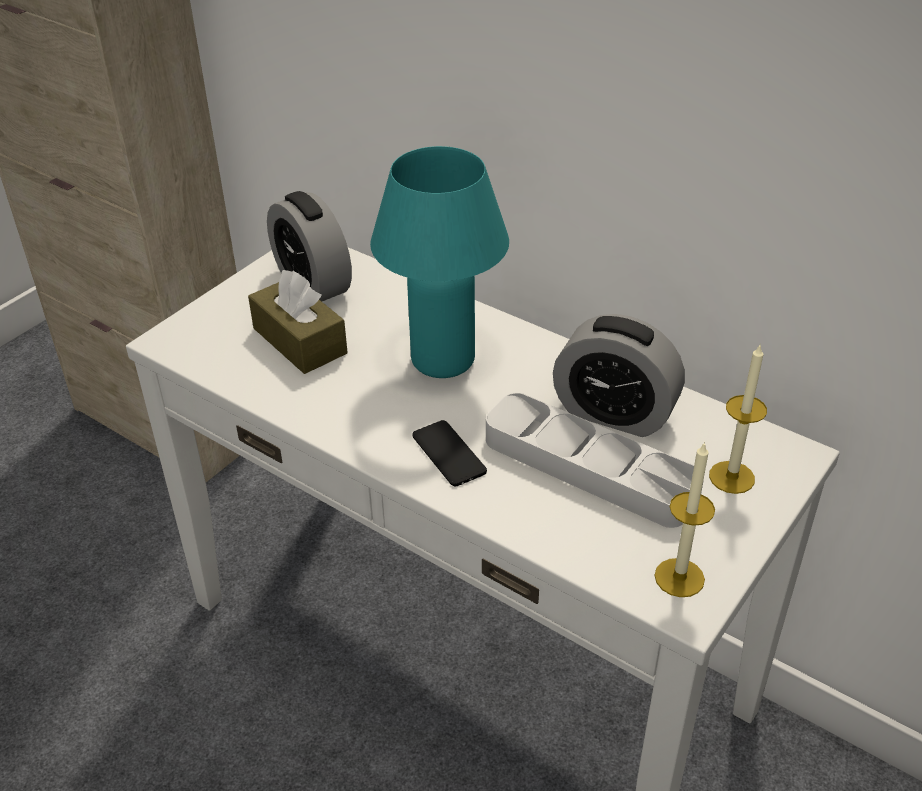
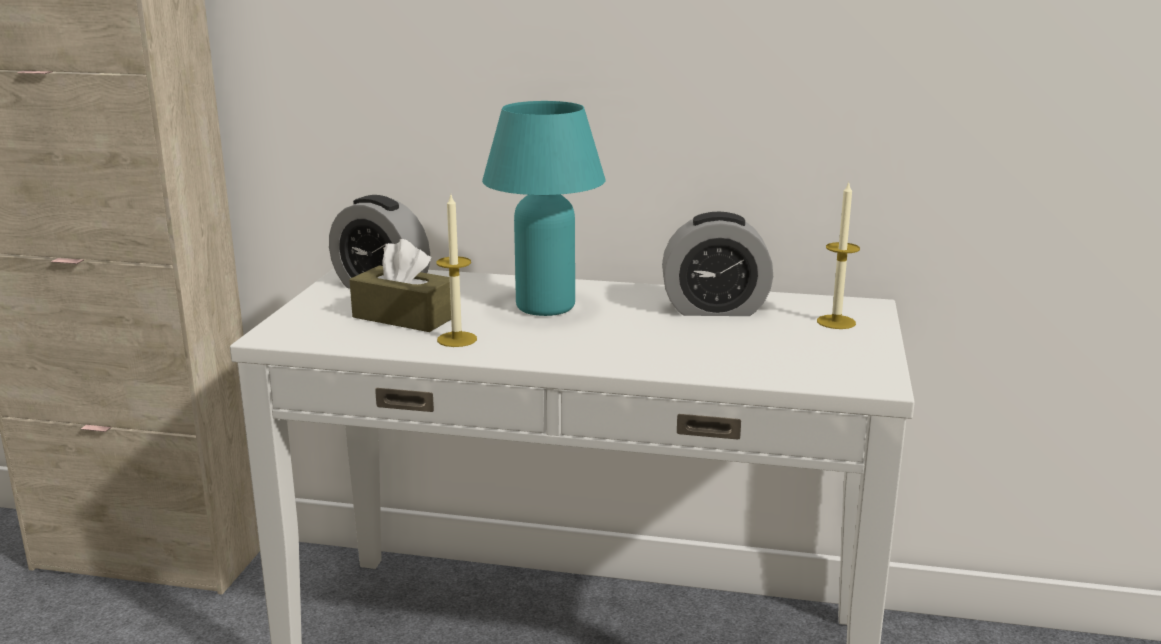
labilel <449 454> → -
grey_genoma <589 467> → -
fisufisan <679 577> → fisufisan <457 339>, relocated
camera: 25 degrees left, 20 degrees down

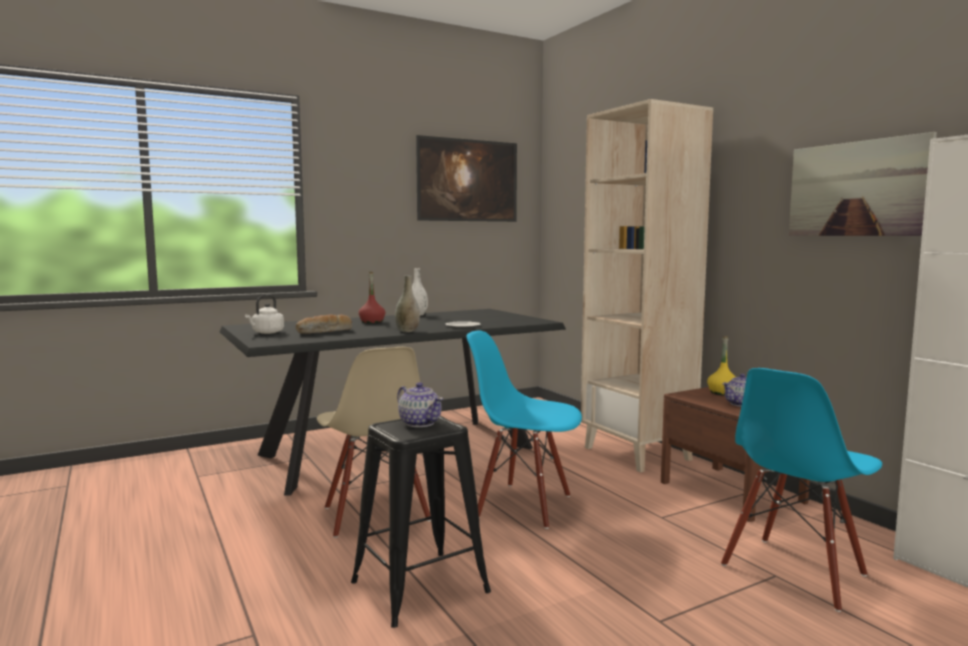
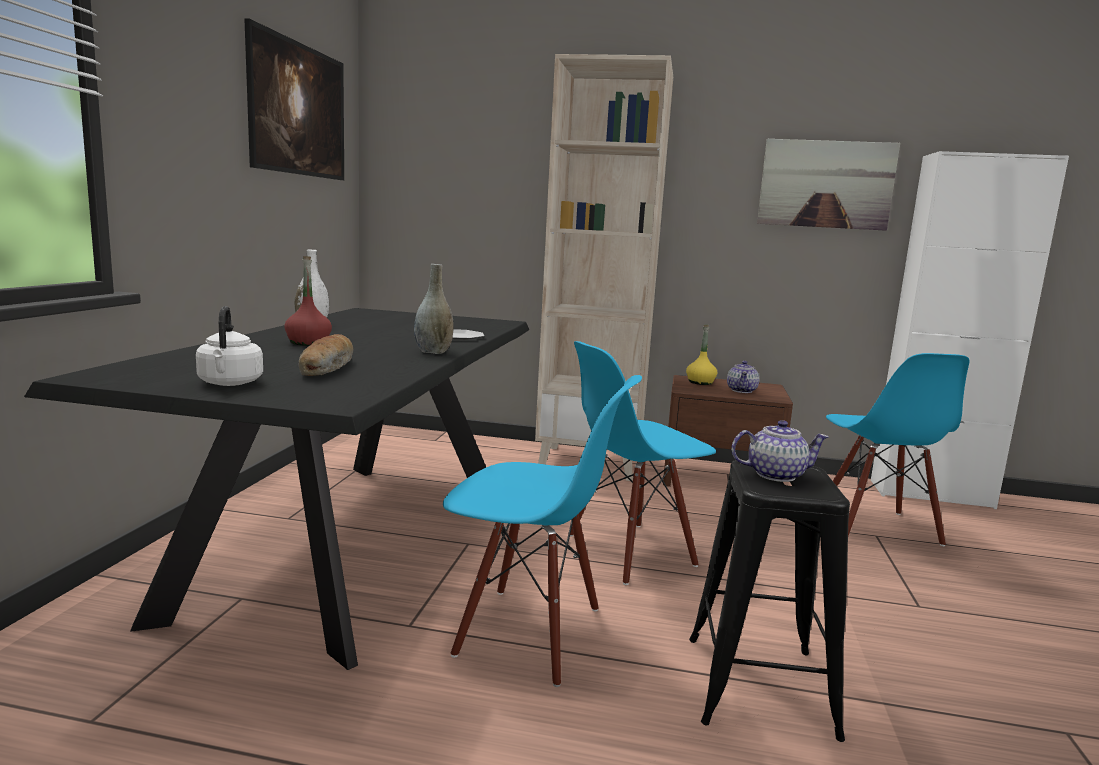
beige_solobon <375 514> → blue_solobon <529 633>
camera: 50 degrees left, 5 degrees up

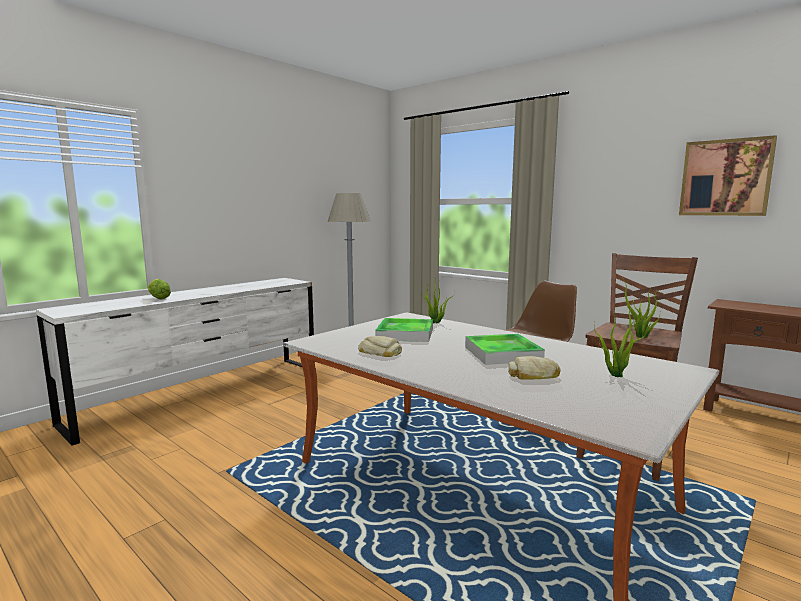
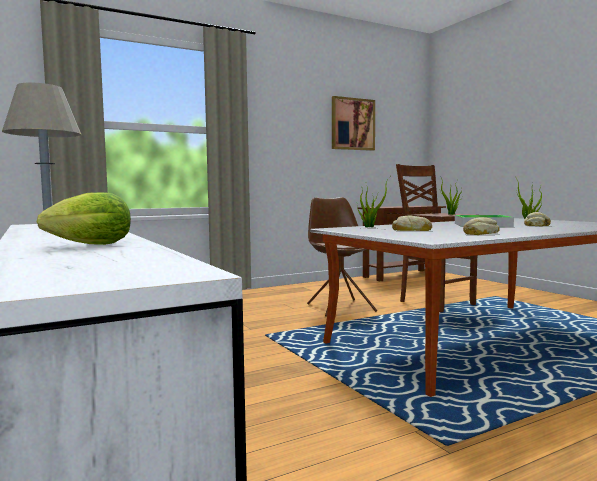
genoma <405 334> → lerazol <412 230>
camera: 70 degrees left, 5 degrees down

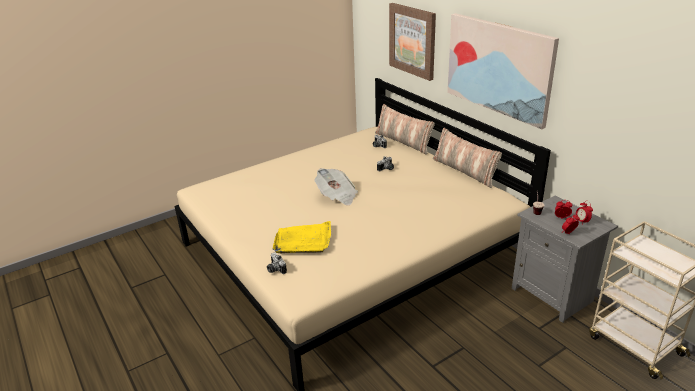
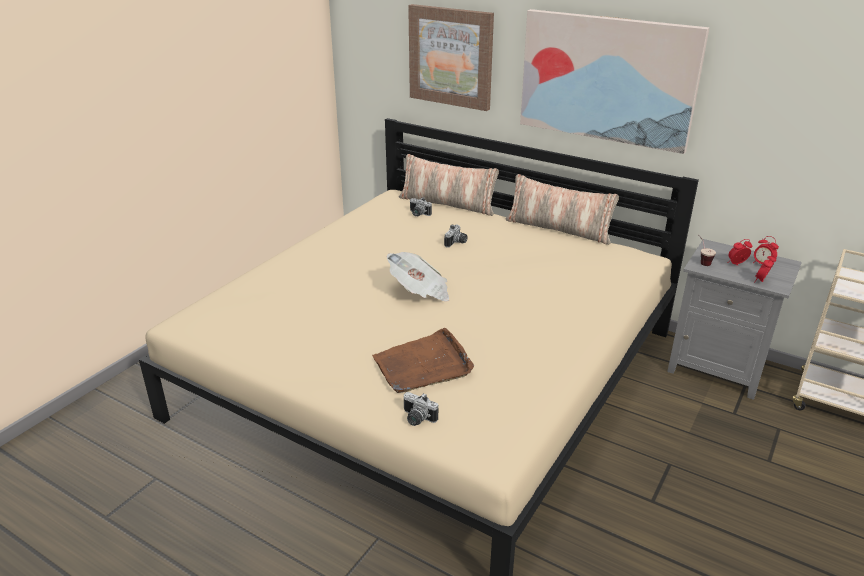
yellow_genoma <303 240> → brown_genoma <423 365>
camera: 25 degrees left, 0 degrees up

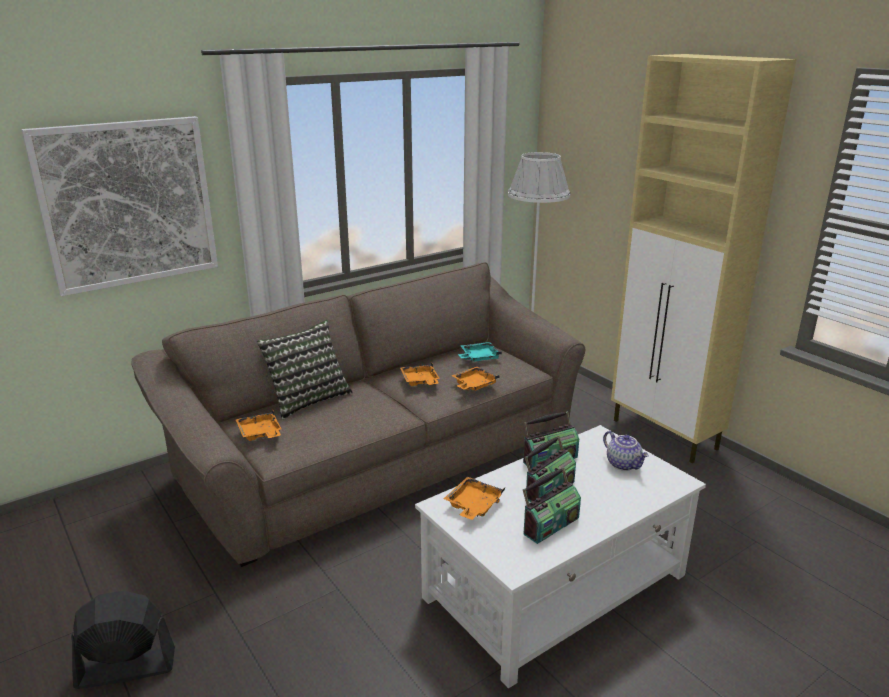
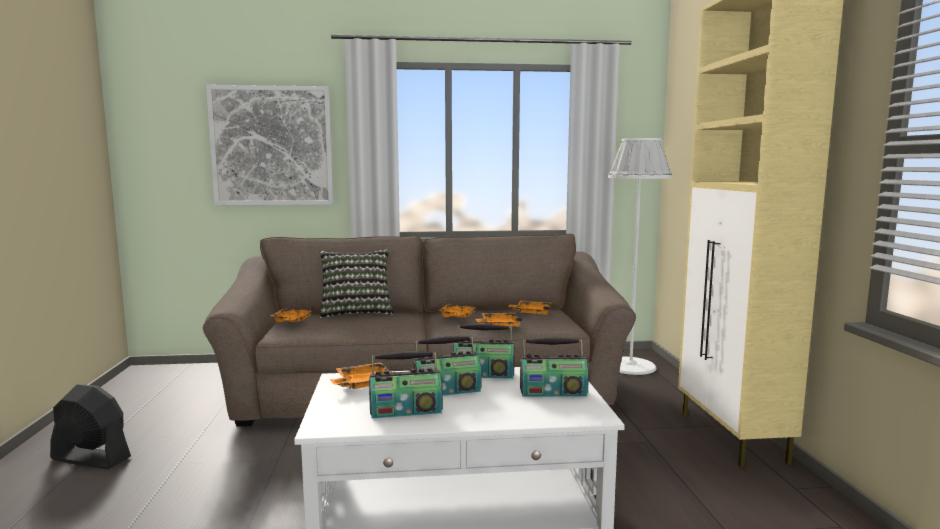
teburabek <624 464> → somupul <553 392>
turquoise_genoma <478 357> → orange_genoma <532 313>
camera: 30 degrees right, 15 degrees down

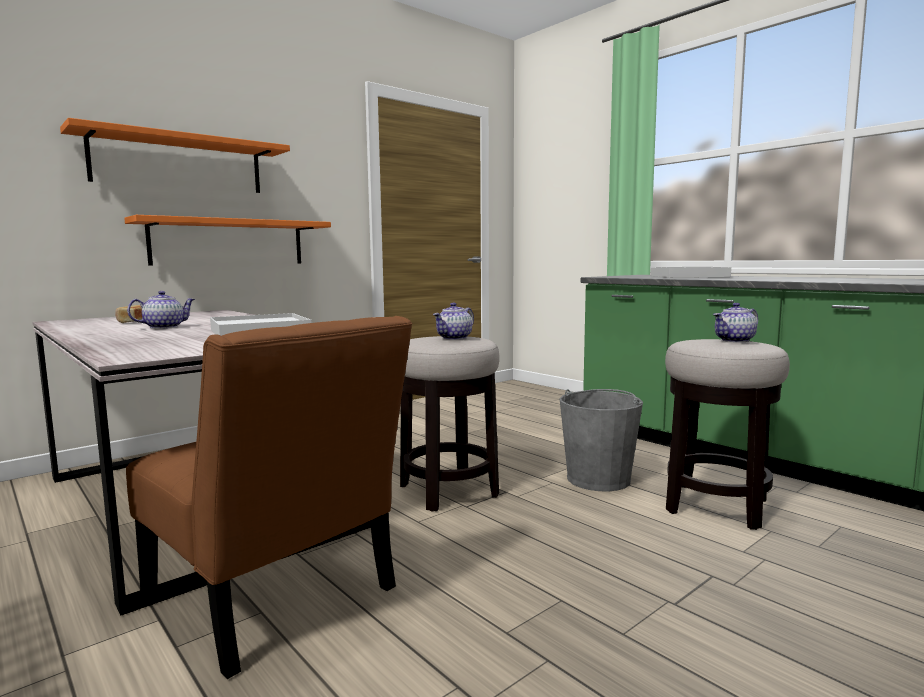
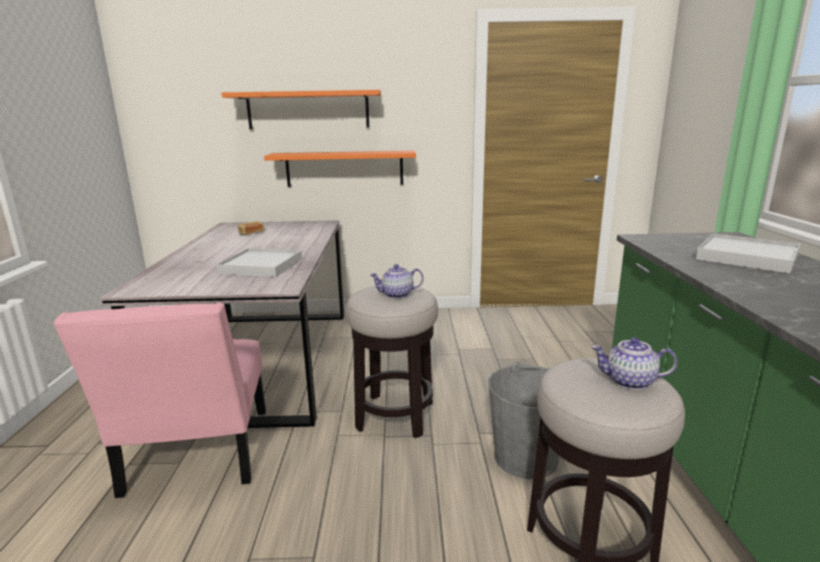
teburabek <164 327> → -
brown_solobon <276 598> → pink_solobon <196 456>
camera: 40 degrees right, 10 degrees up

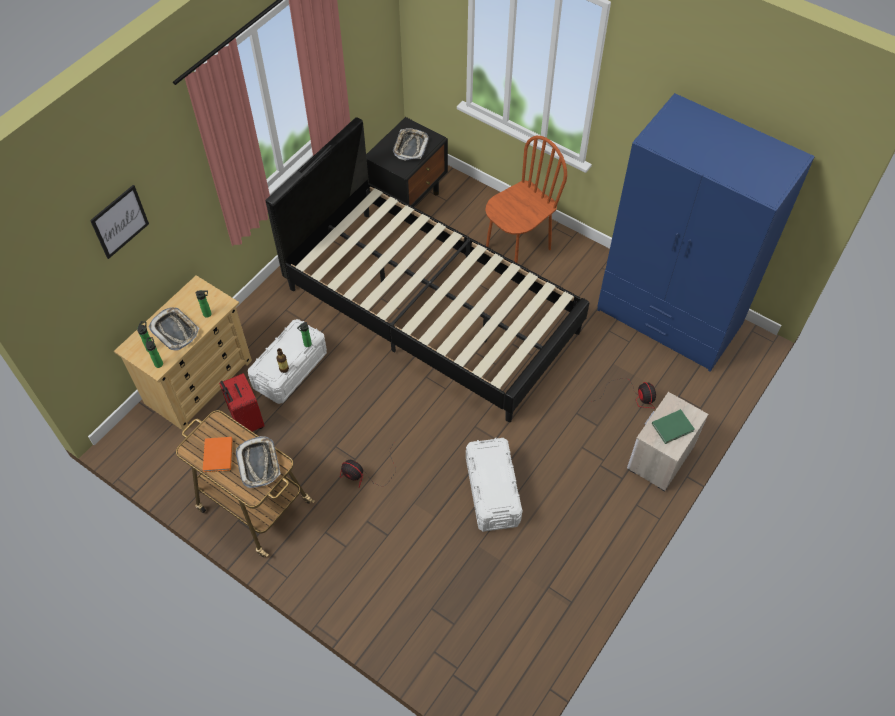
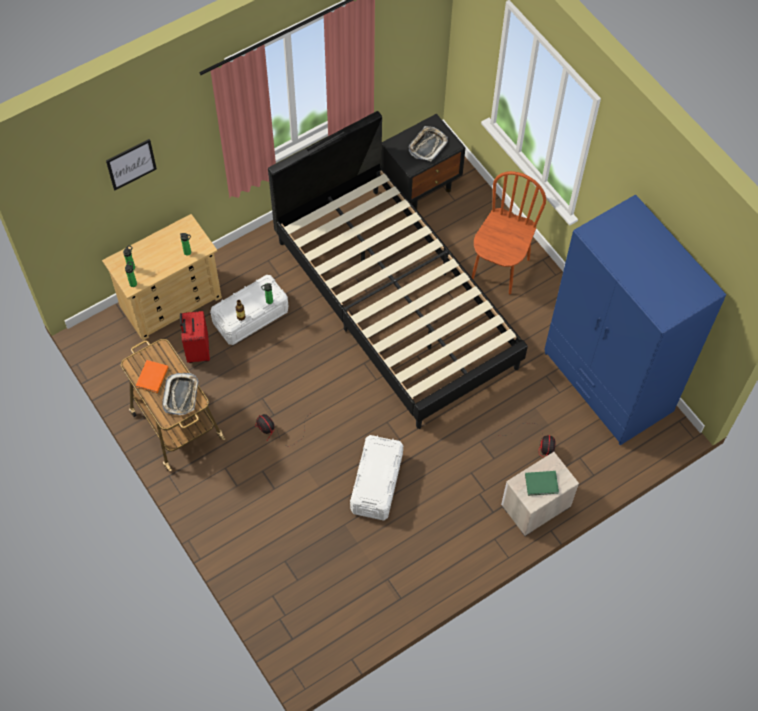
genoma <175 330> → -
brown_solobon <518 247> → brown_solobon <500 268>, 45 degrees counterclockwise
camera: 20 degrees right, 5 degrees up

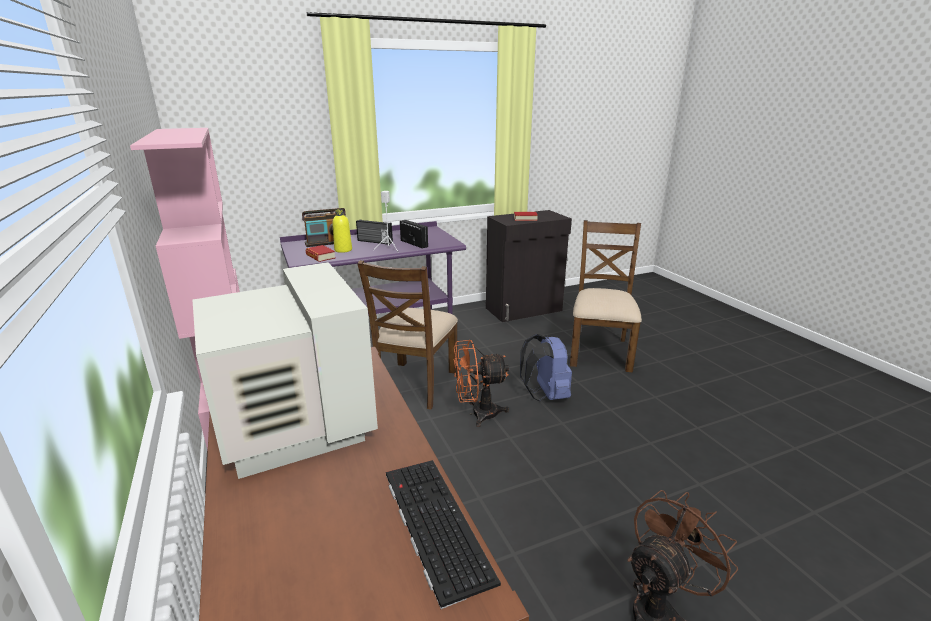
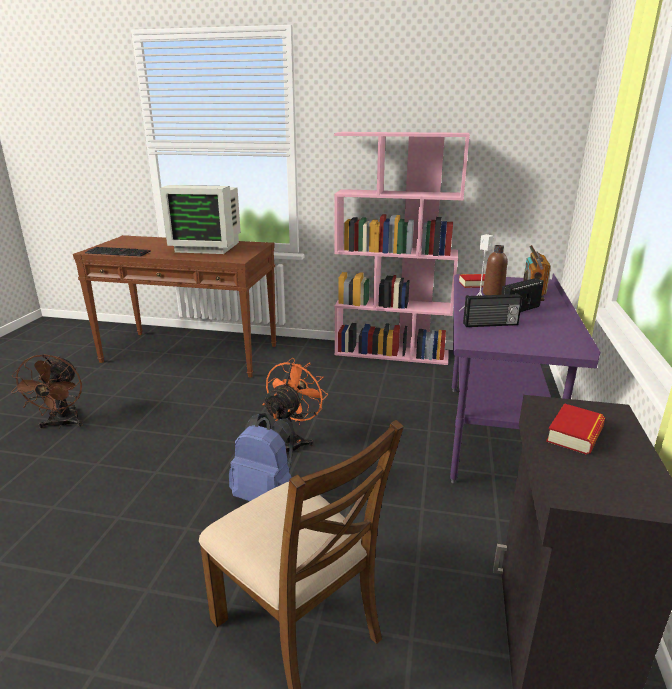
brown_solobon <415 384> → -
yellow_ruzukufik <343 250> → brown_ruzukufik <493 293>
camera: 125 degrees right, 0 degrees up

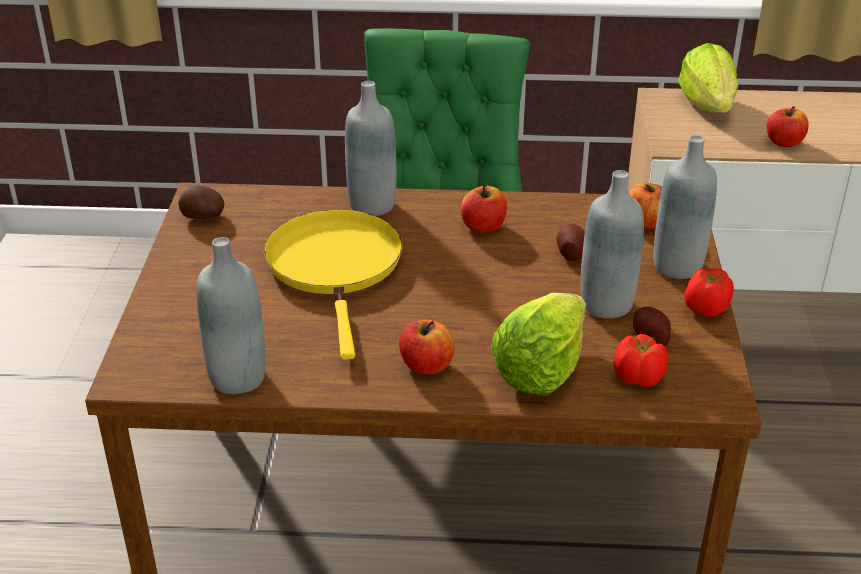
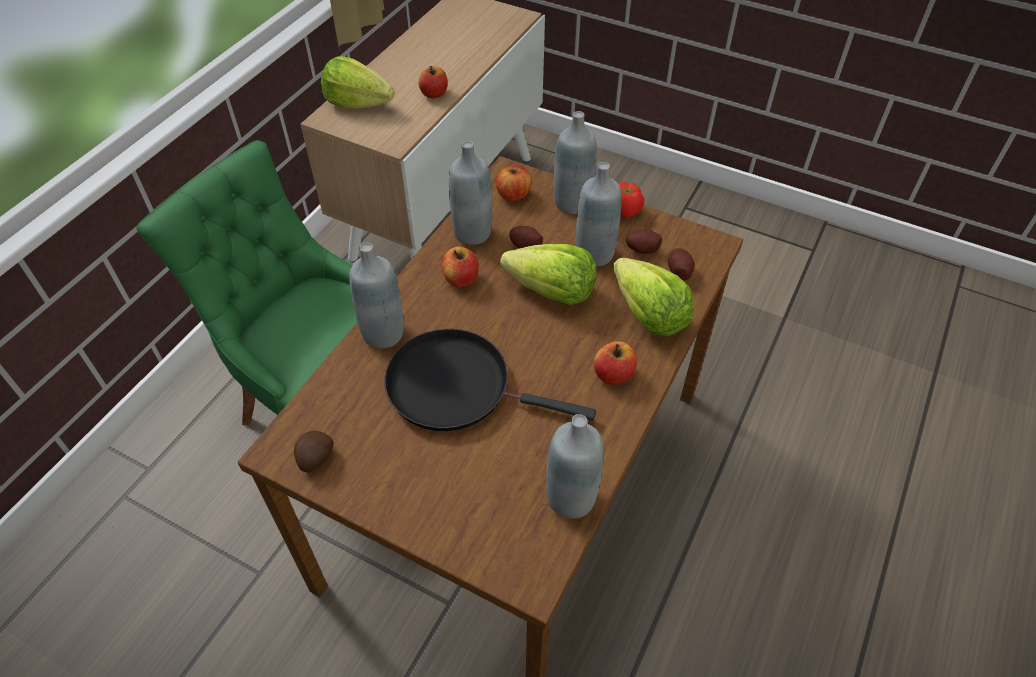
- → grey_ruzukufik <472 233>
- → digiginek <551 292>
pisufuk <639 378> → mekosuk <679 271>
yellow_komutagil <336 266> → black_komutagil <457 386>
camera: 65 degrees left, 15 degrees up

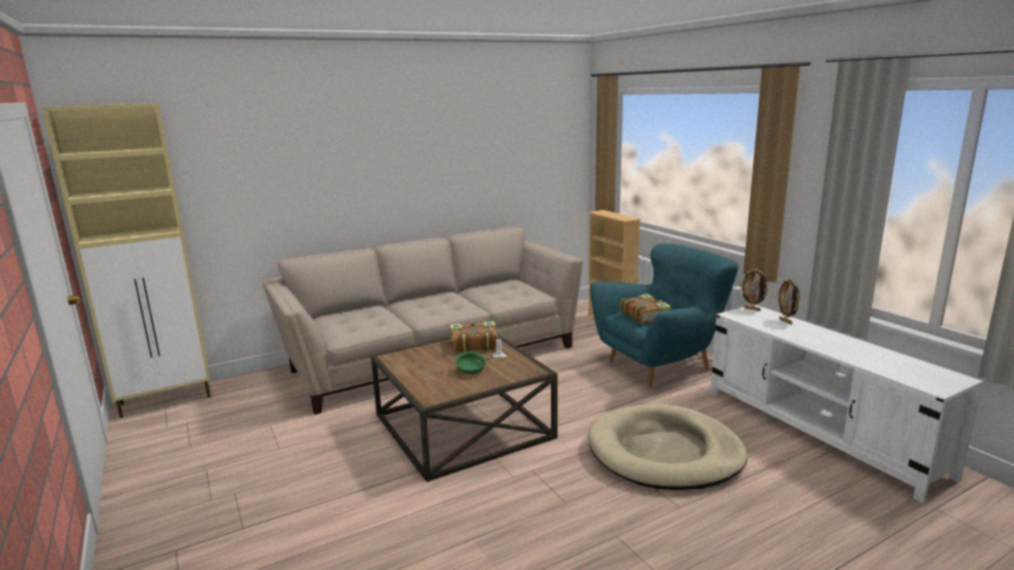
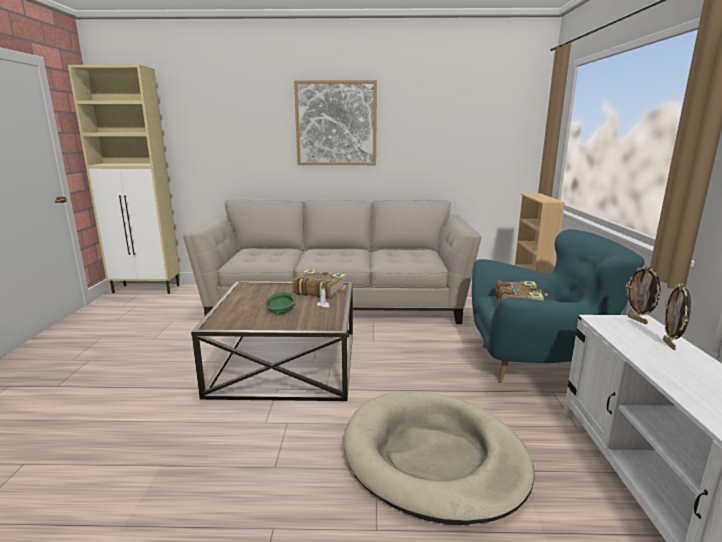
- → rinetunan <336 124>
camera: 30 degrees right, 0 degrees up

